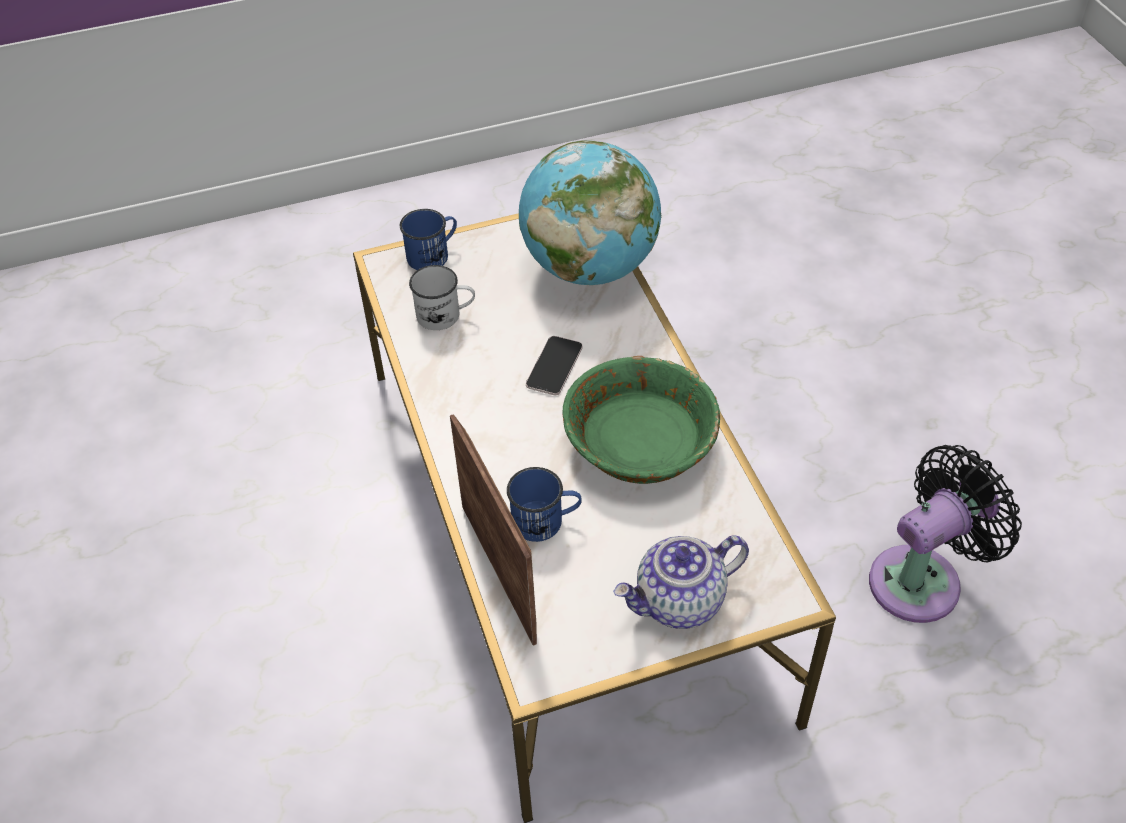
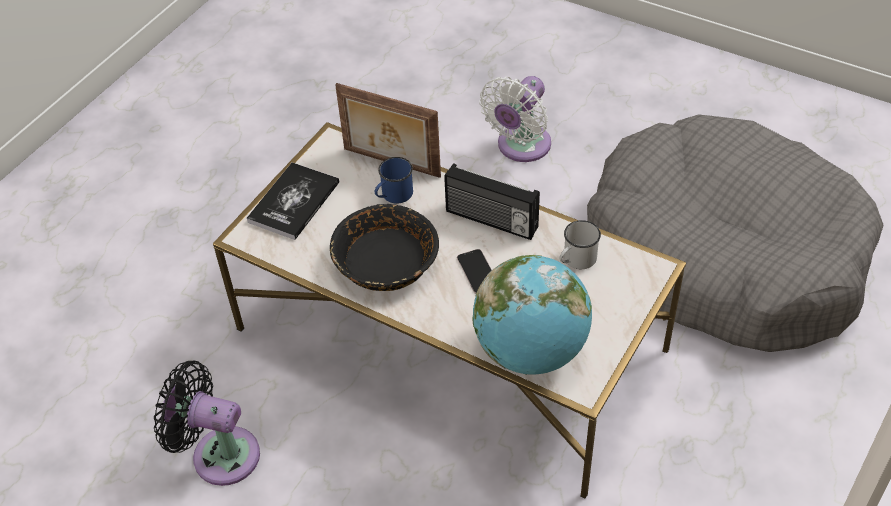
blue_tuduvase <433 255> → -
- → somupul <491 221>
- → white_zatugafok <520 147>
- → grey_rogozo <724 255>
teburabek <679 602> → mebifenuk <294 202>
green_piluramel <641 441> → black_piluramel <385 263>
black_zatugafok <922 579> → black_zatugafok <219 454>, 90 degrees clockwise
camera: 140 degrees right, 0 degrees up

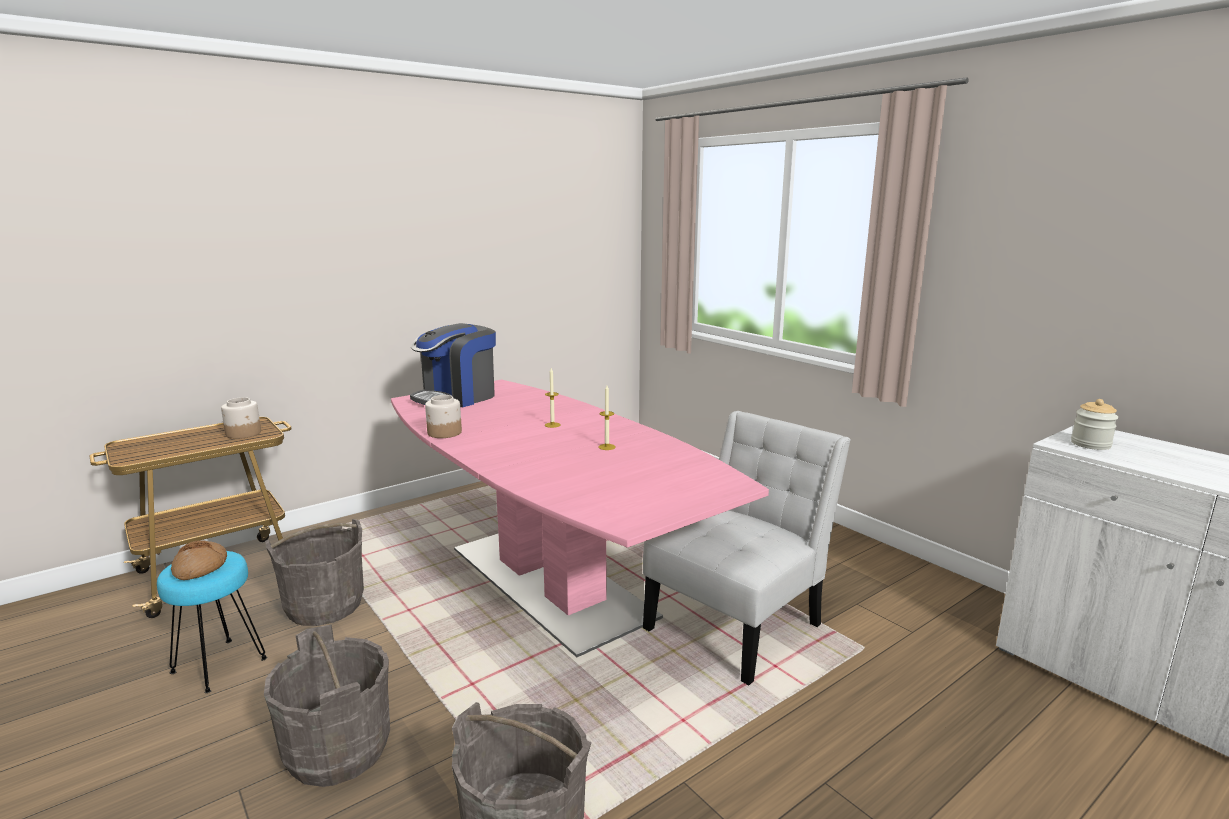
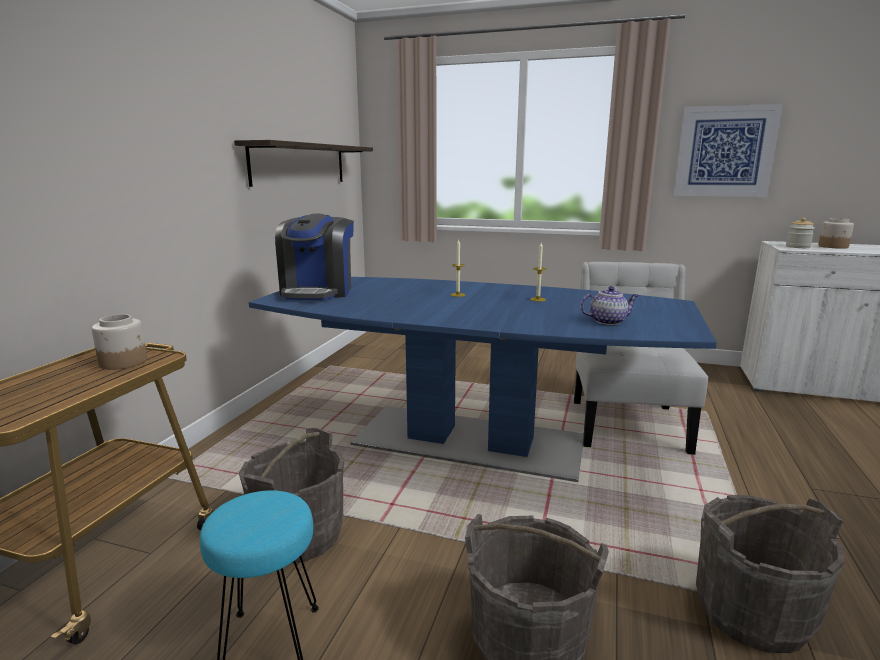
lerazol <200 568> → -
- → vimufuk <300 164>
- → teburabek <608 321>
- → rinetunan <725 152>
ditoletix <444 433> → ditoletix <833 246>, relocated
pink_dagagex <550 582> → blue_dagagex <470 441>
camera: 35 degrees left, 0 degrees up

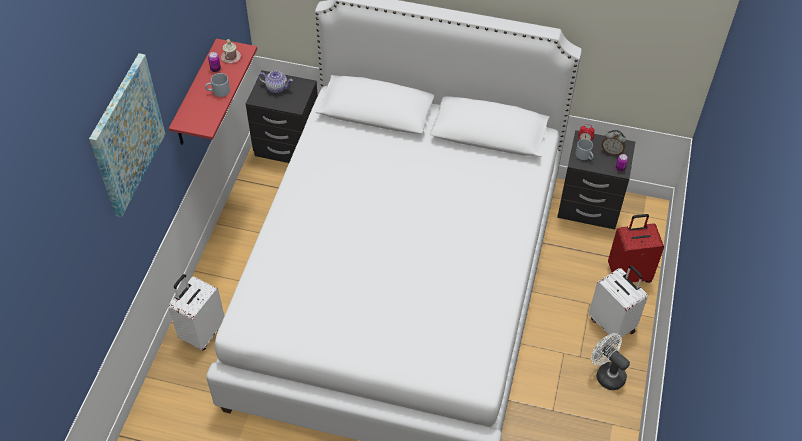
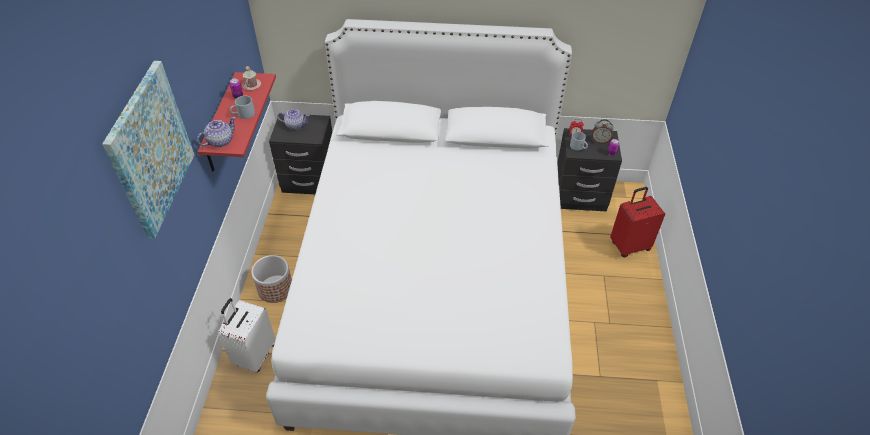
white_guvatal <612 324> → -
white_zatugafok <606 374> → -
- → teburabek <220 141>
- → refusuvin <275 288>
camera: 10 degrees left, 5 degrees down

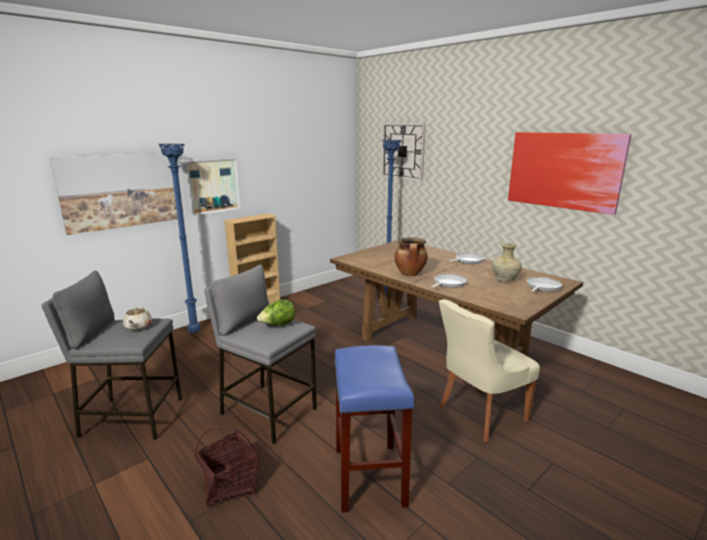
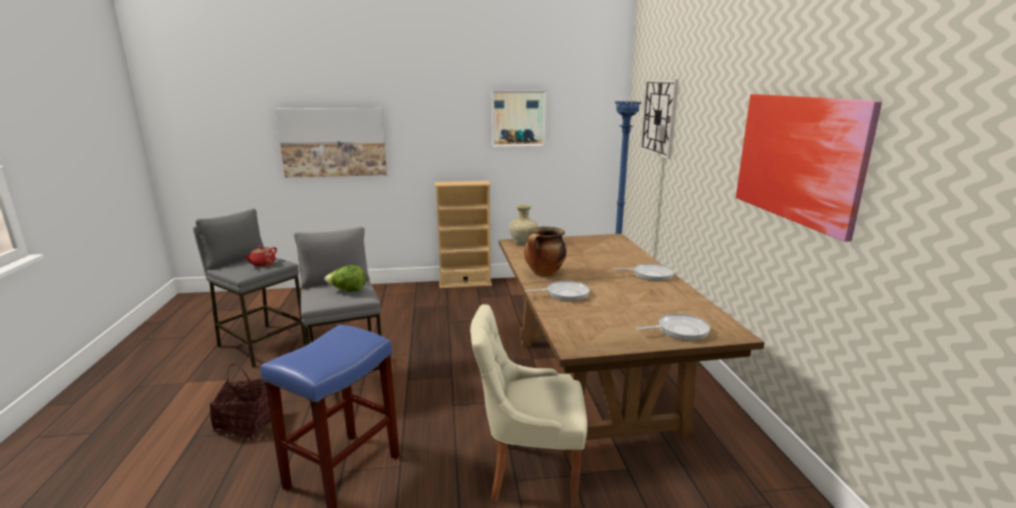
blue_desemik <195 332> → -
rinetunan <213 186> → rinetunan <518 118>, relocated
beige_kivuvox <504 280> → beige_kivuvox <523 243>, relocated
beige_teburabek <138 327> → red_teburabek <262 264>
camera: 35 degrees right, 0 degrees up

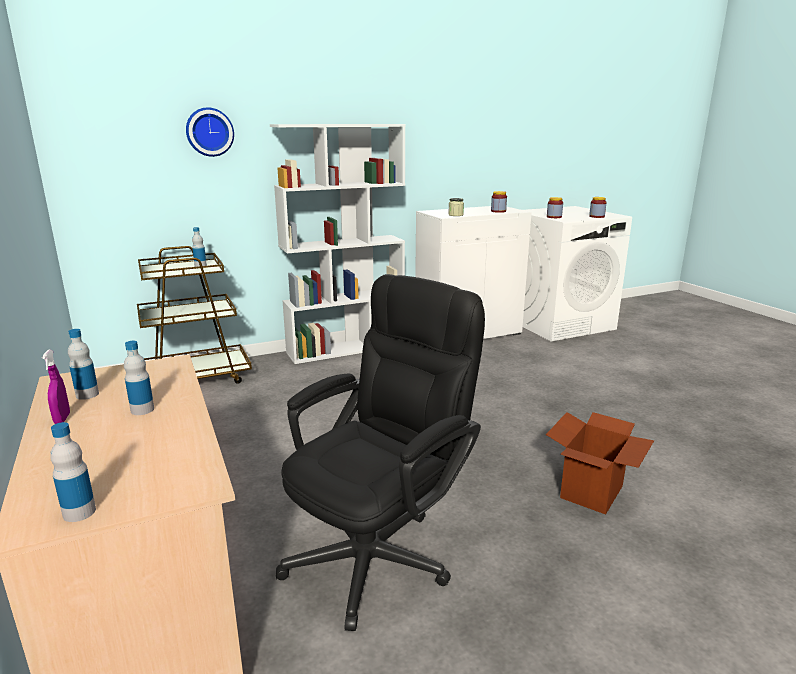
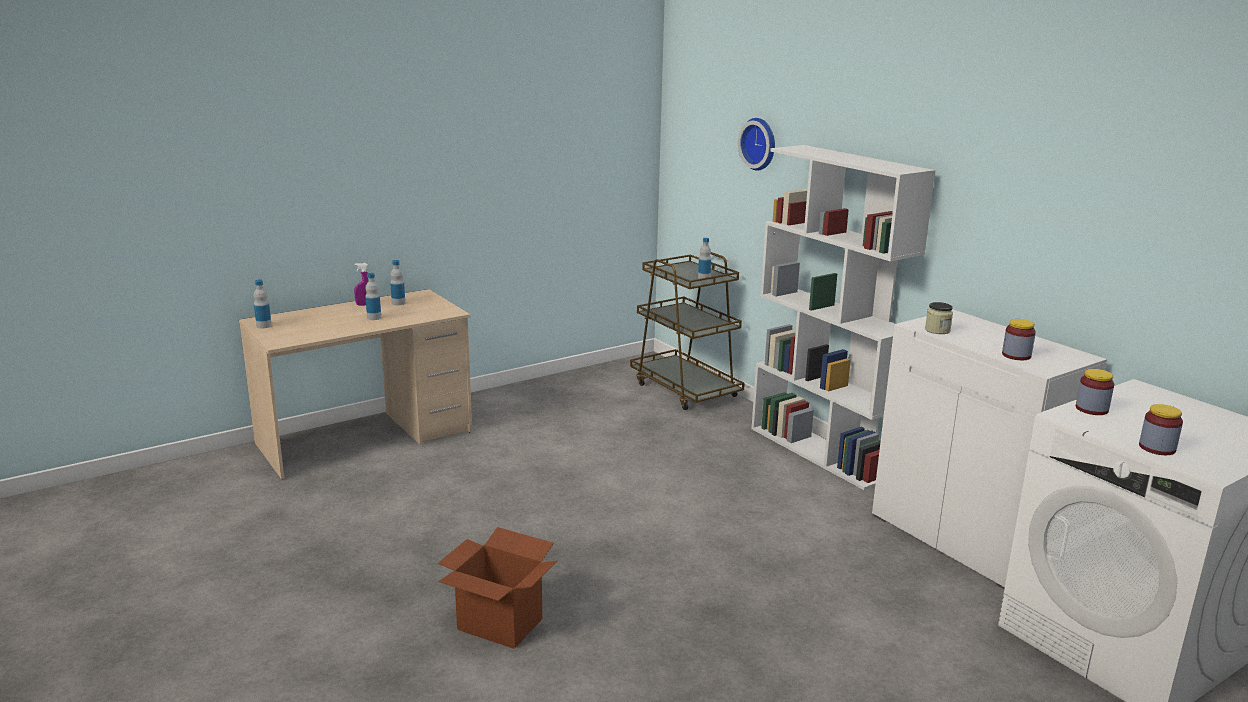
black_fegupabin <380 551> → -
camera: 80 degrees right, 0 degrees up

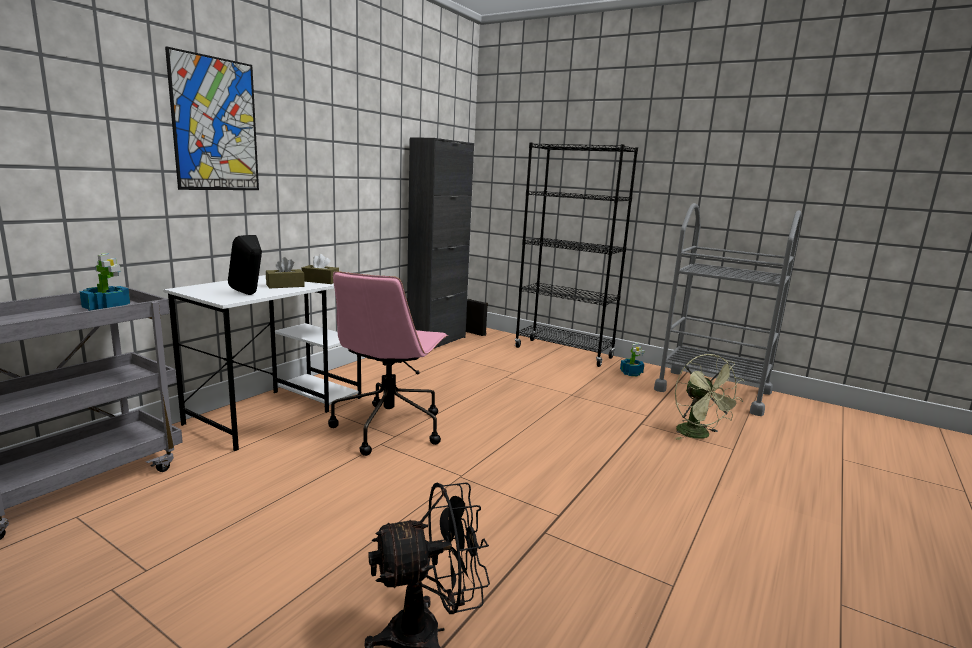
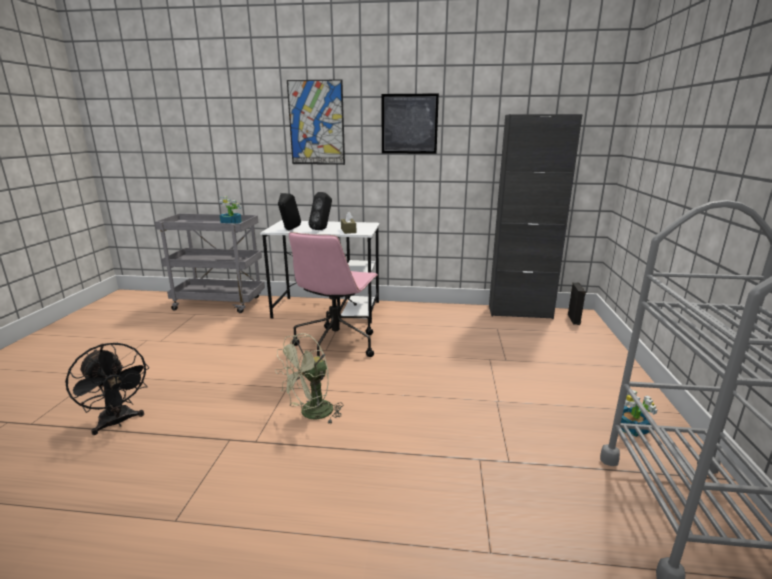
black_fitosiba <563 353> → -
- → rinetunan <409 124>
green_zatugafok <698 435> → green_zatugafok <311 414>, relocated
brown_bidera <285 285> → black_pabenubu <322 229>
pink_fegupabin <389 427> → pink_fegupabin <336 344>, 60 degrees counterclockwise
camera: 65 degrees right, 5 degrees up

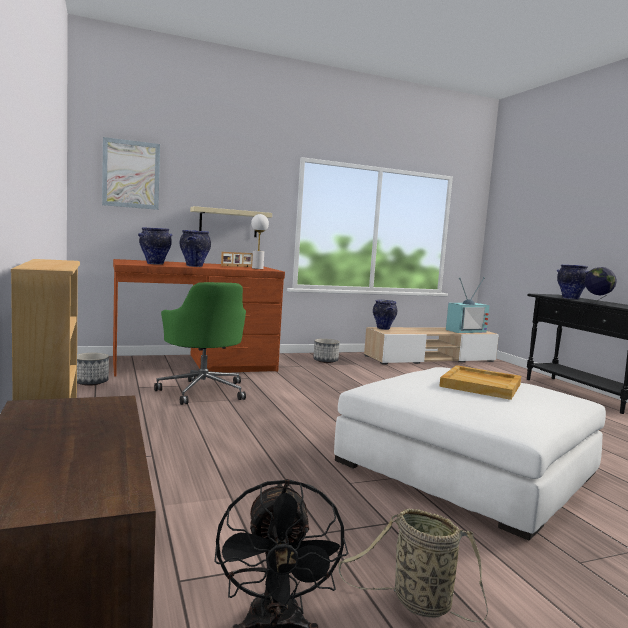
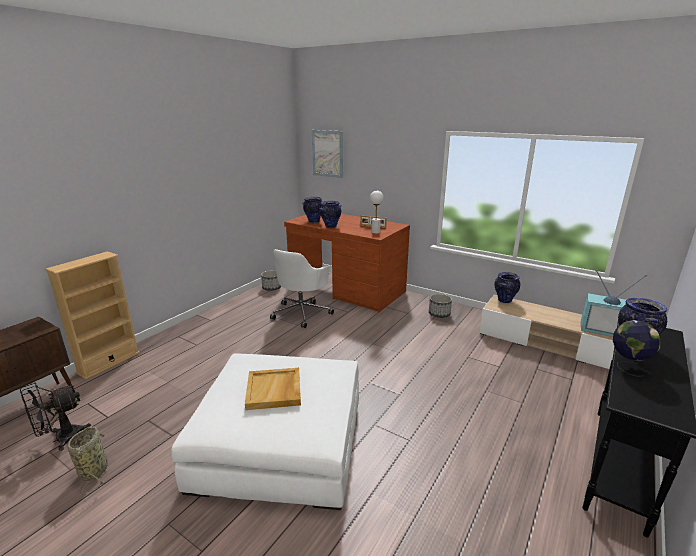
beige_vimufuk <228 222> → -
green_fegupabin <203 391> → white_fegupabin <302 313>
camera: 55 degrees right, 15 degrees up

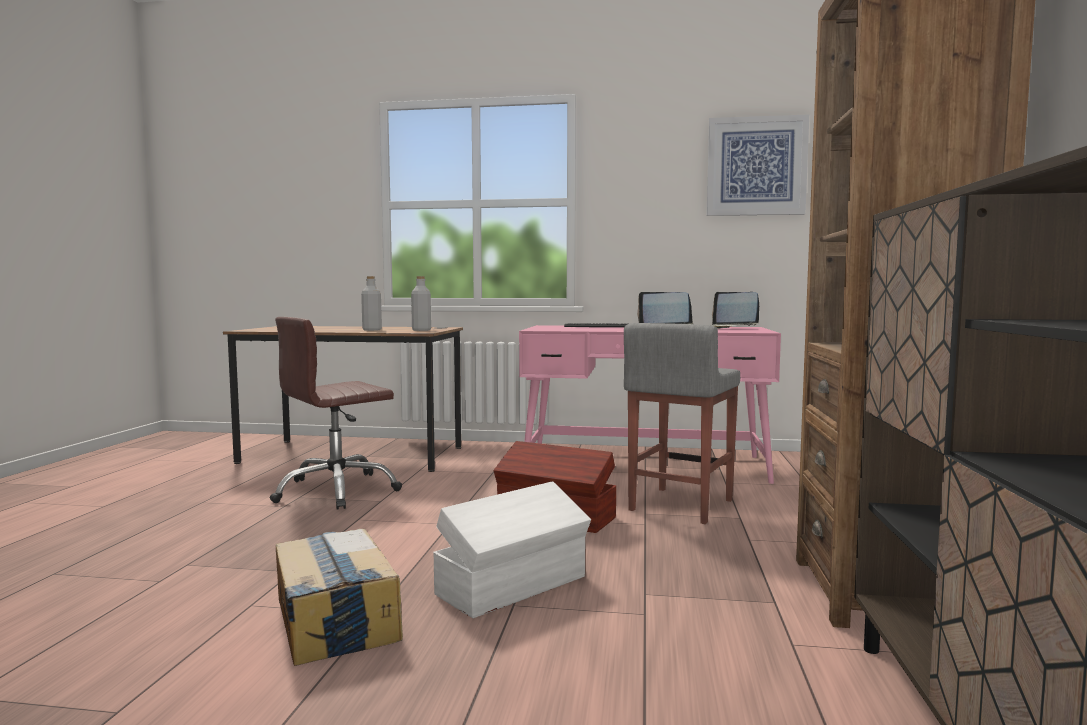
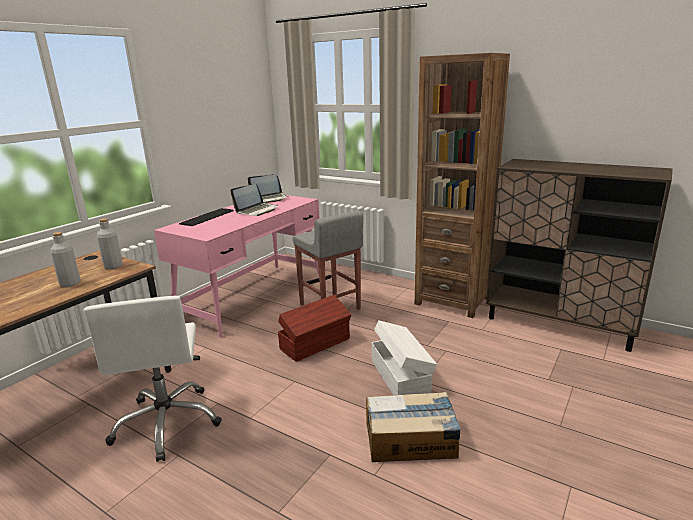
rinetunan <756 166> → -
brown_fegupabin <336 491> → white_fegupabin <167 423>
camera: 65 degrees left, 15 degrees up

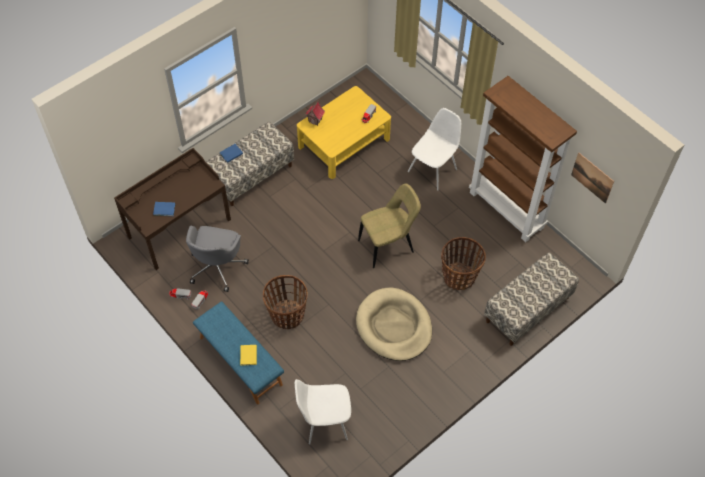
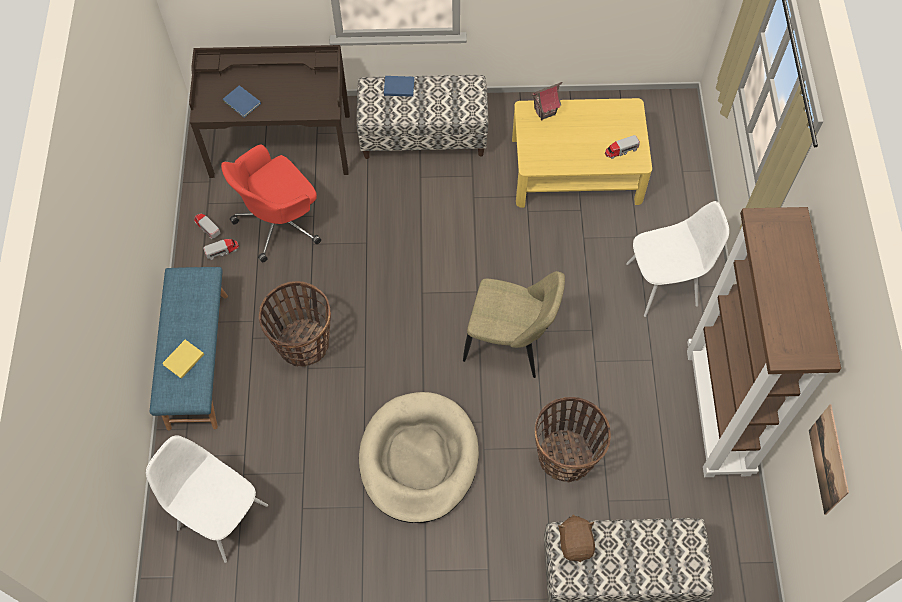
- → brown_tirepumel <575 543>
grey_fegupabin <217 266> → red_fegupabin <280 222>
camera: 40 degrees right, 5 degrees up

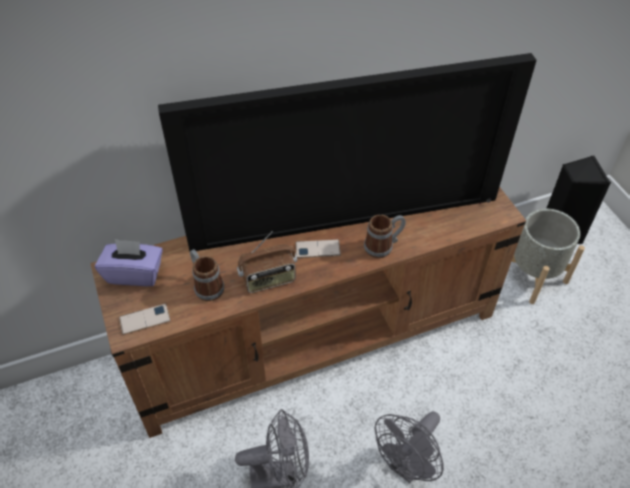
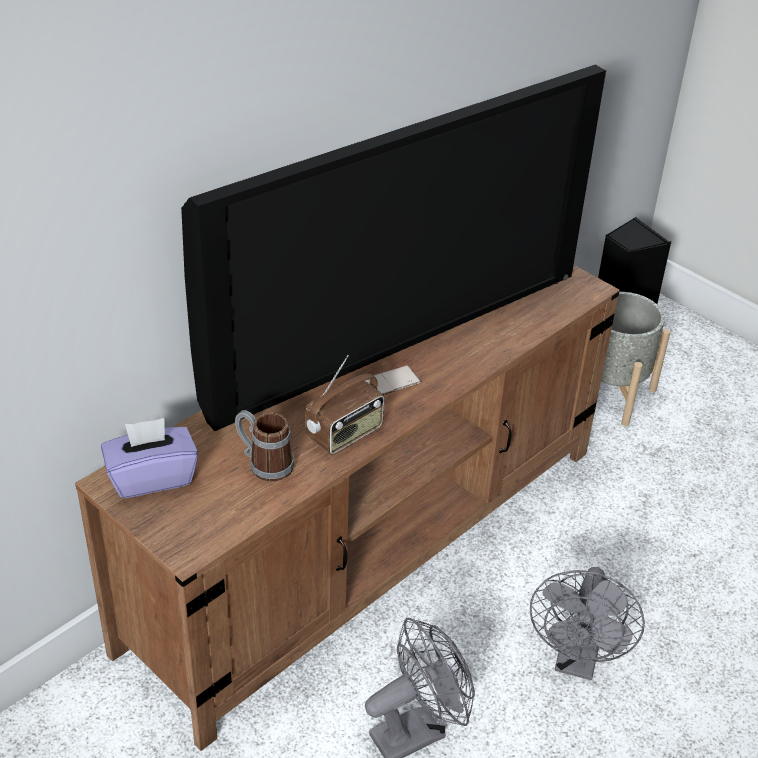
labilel <144 319> → -
tuduvase <383 246> → -
camera: 25 degrees left, 10 degrees down

